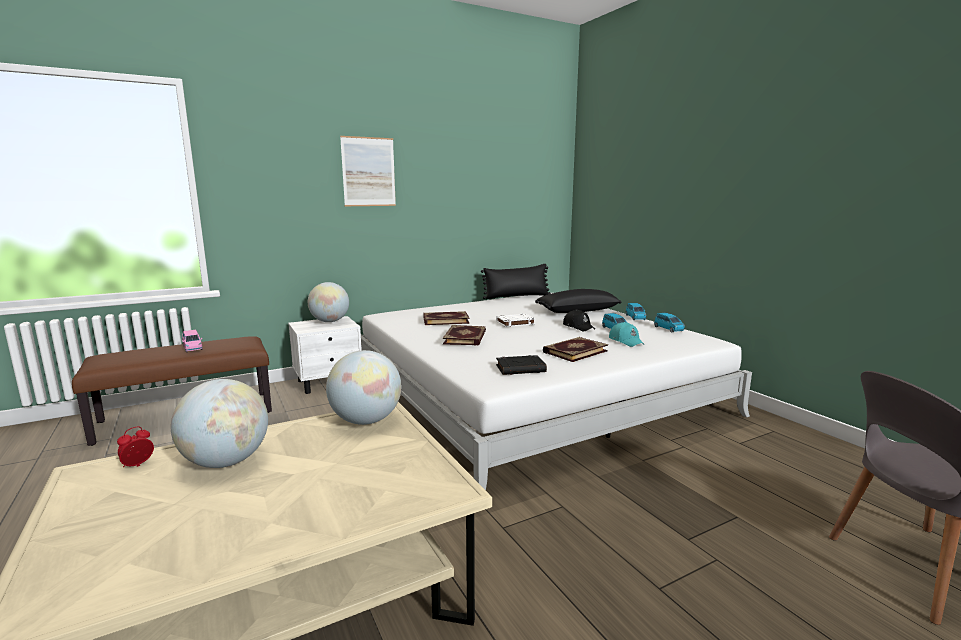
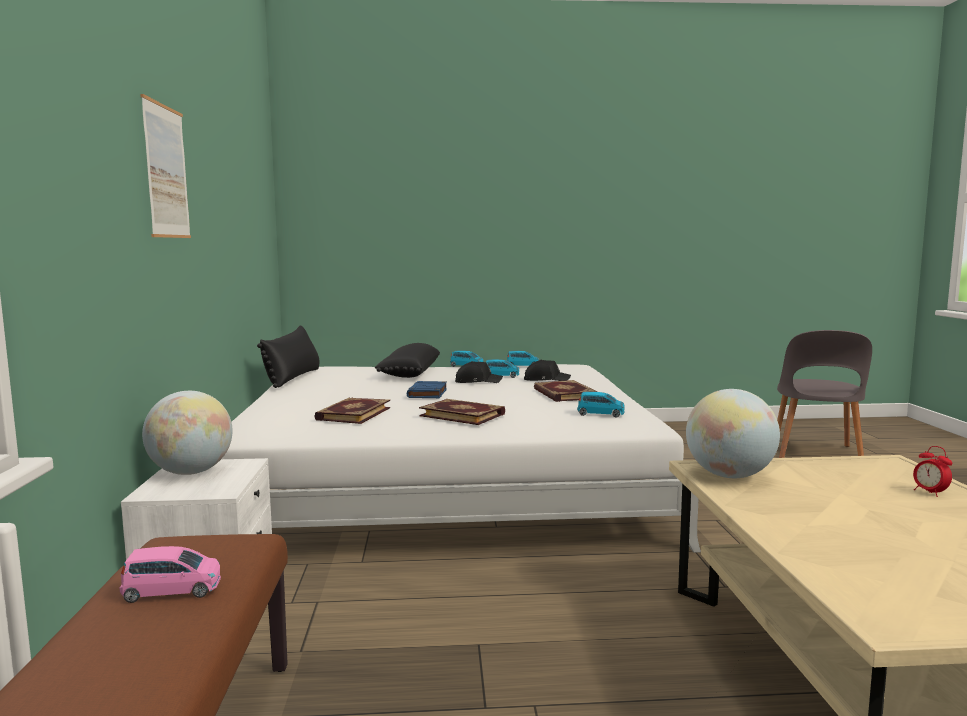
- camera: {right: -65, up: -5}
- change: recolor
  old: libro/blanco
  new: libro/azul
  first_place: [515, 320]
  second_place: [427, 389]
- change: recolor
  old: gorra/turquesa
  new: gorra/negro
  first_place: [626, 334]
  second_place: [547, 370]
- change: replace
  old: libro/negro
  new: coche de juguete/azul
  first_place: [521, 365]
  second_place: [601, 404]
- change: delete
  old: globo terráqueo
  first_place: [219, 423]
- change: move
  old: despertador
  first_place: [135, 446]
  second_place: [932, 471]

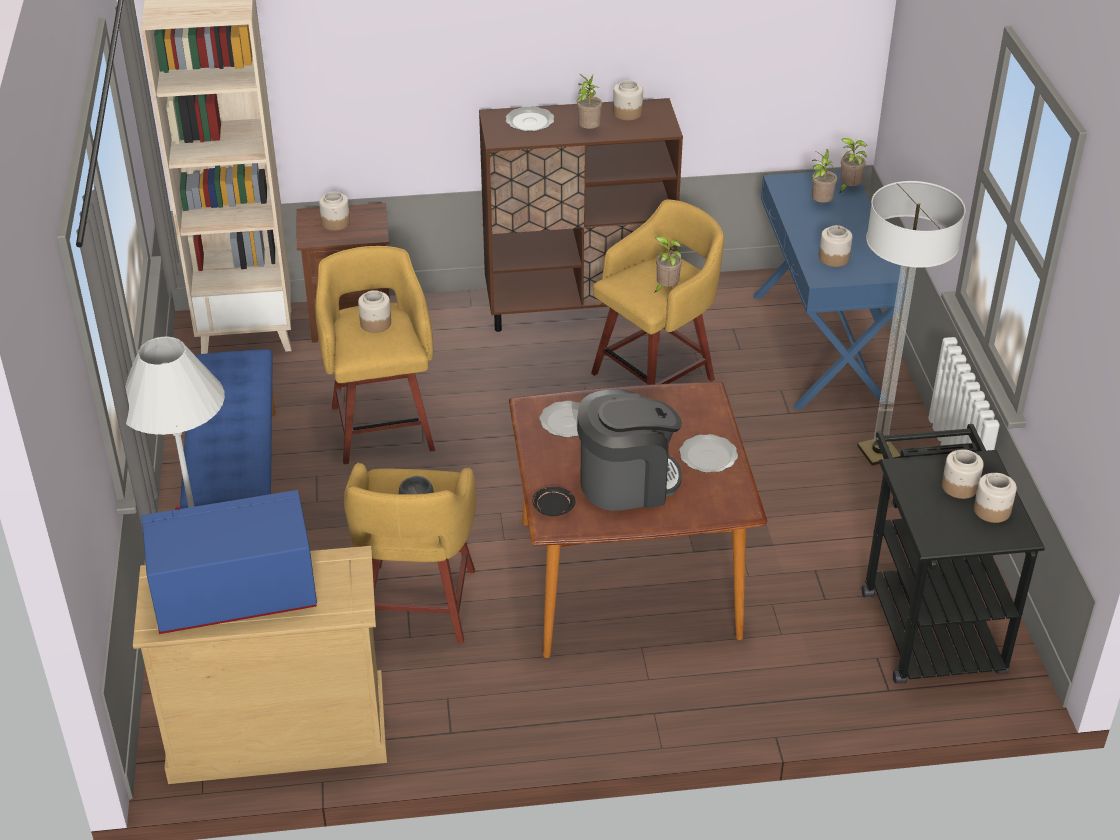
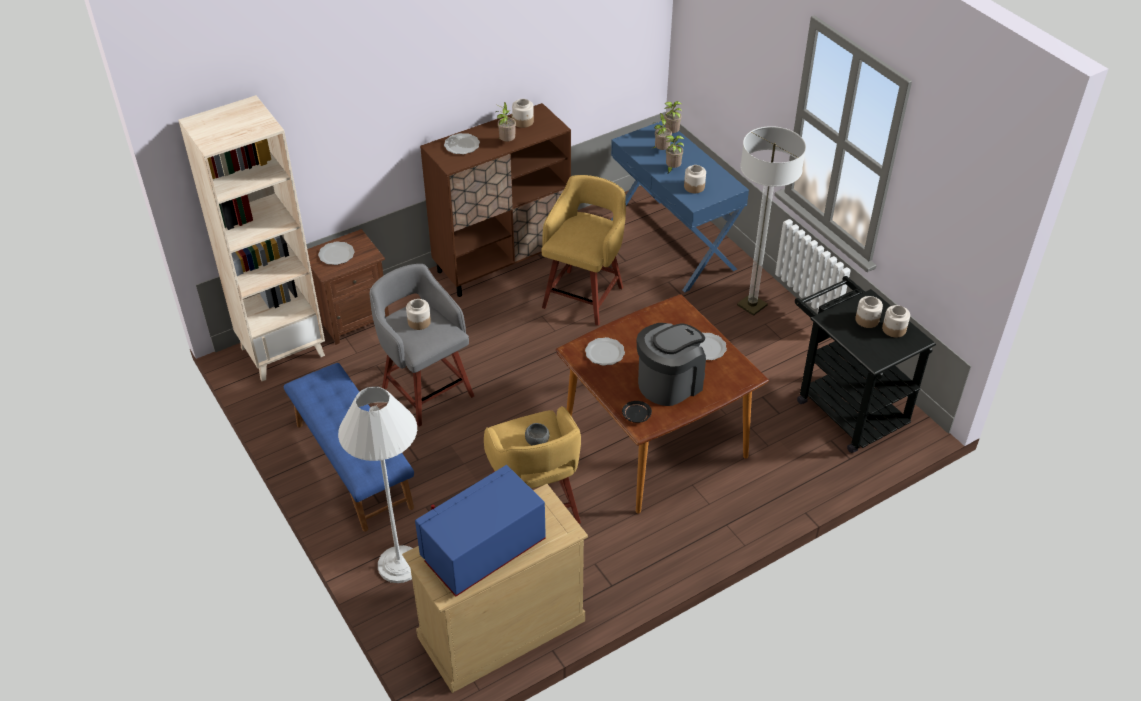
- camera: {right: -25, up: 5}
- change: replace
  old: tarro
  new: plato
  first_place: [334, 211]
  second_place: [336, 253]
- change: move
  old: planta en maceta
  first_place: [668, 264]
  second_place: [675, 154]
- change: recolor
  old: taburete/amarillo
  new: taburete/gris
  first_place: [375, 355]
  second_place: [421, 345]

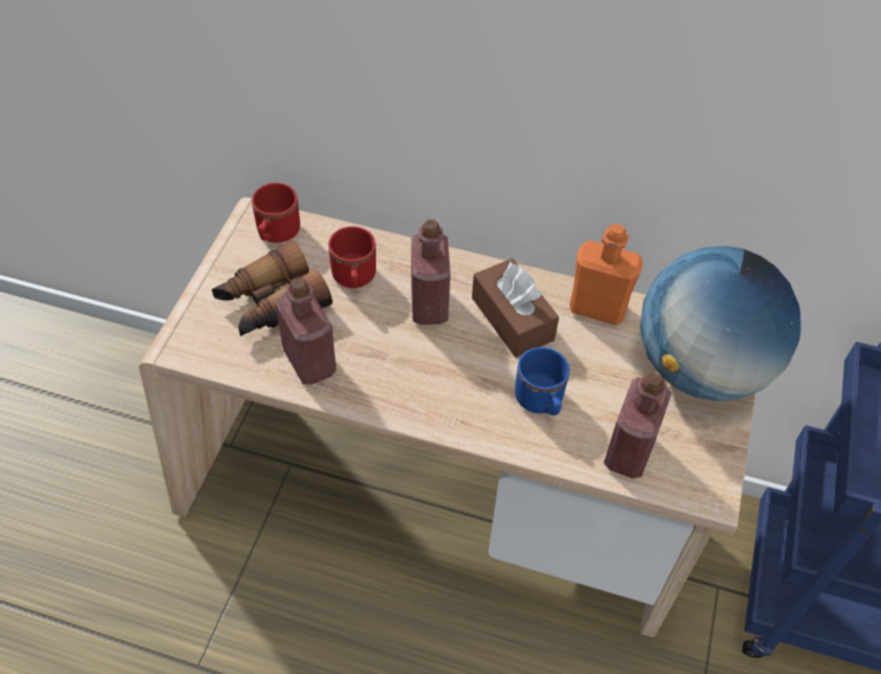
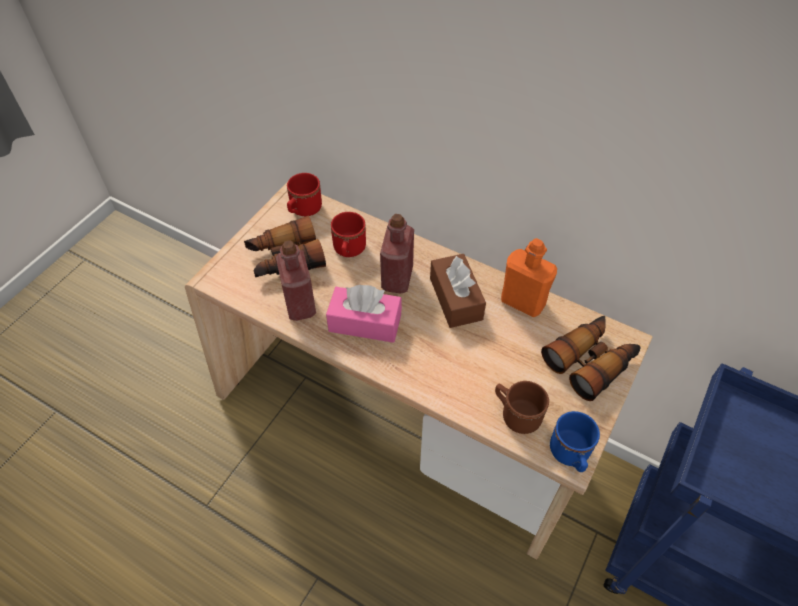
- camera: {right: 15, up: 0}
- change: replace
  old: globo terráqueo
  new: prismáticos
  first_place: [720, 323]
  second_place: [591, 358]
- change: move
  old: taza grande/azul
  first_place: [542, 381]
  second_place: [575, 441]
- change: replace
  old: botella/rojo
  new: taza grande/marrón
  first_place: [638, 425]
  second_place: [522, 407]
- change: insert
  new: caja de pañuelos/rosa
  second_place: [364, 314]

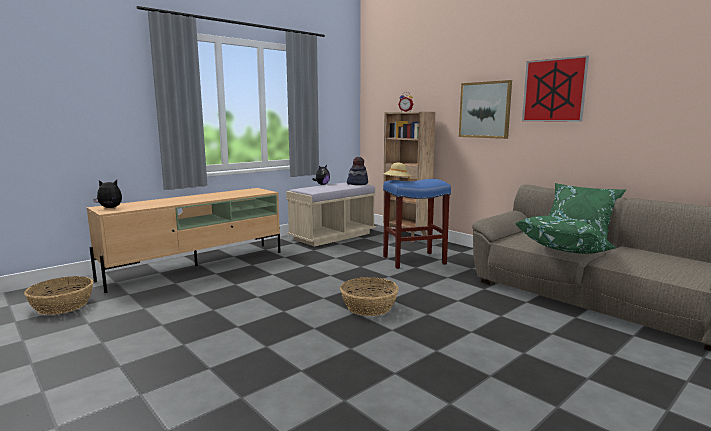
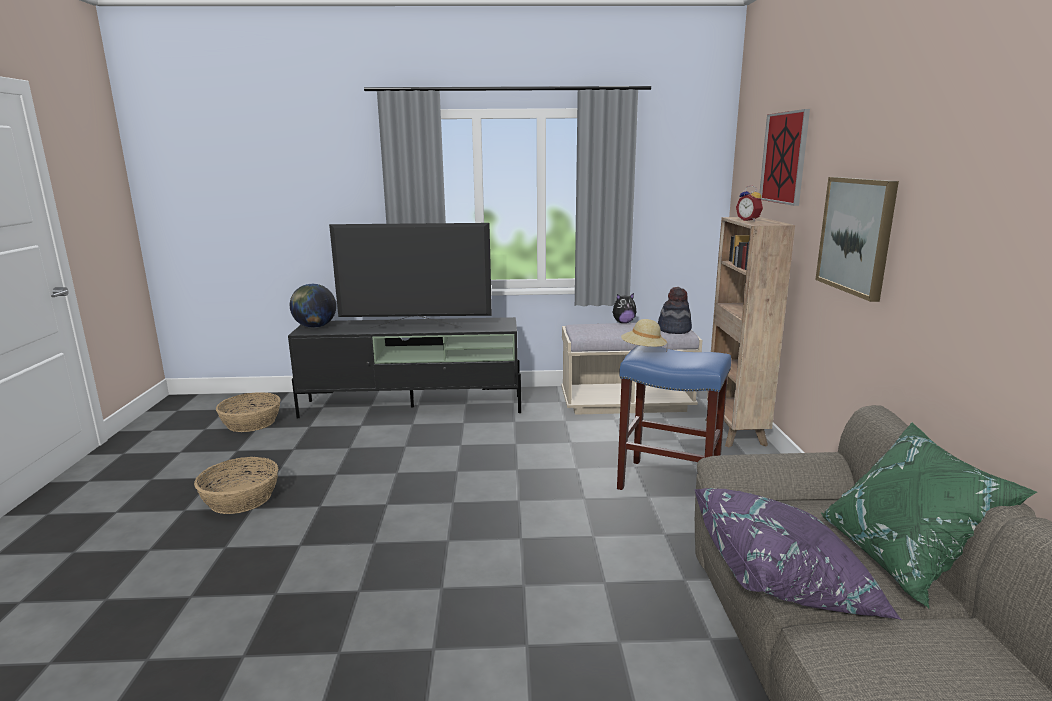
- camera: {right: 40, up: 5}
- change: move
  old: cuadro
  first_place: [555, 88]
  second_place: [785, 157]
- change: replace
  old: peluche
  new: globo terráqueo
  first_place: [107, 194]
  second_place: [313, 306]
- change: recolor
  old: mueble de televisión/beis
  new: mueble de televisión/negro
  first_place: [184, 240]
  second_place: [404, 368]
- change: recolor
  old: cojín/verde
  new: cojín/morado
  first_place: [565, 235]
  second_place: [798, 554]
- change: move
  old: cesta
  first_place: [369, 296]
  second_place: [236, 485]
- change: insert
  new: televisor
  second_place: [410, 276]

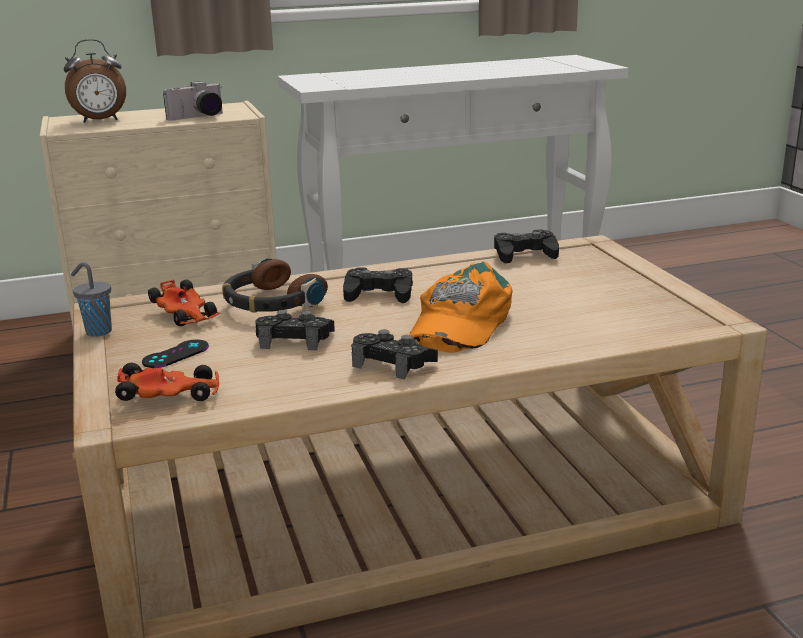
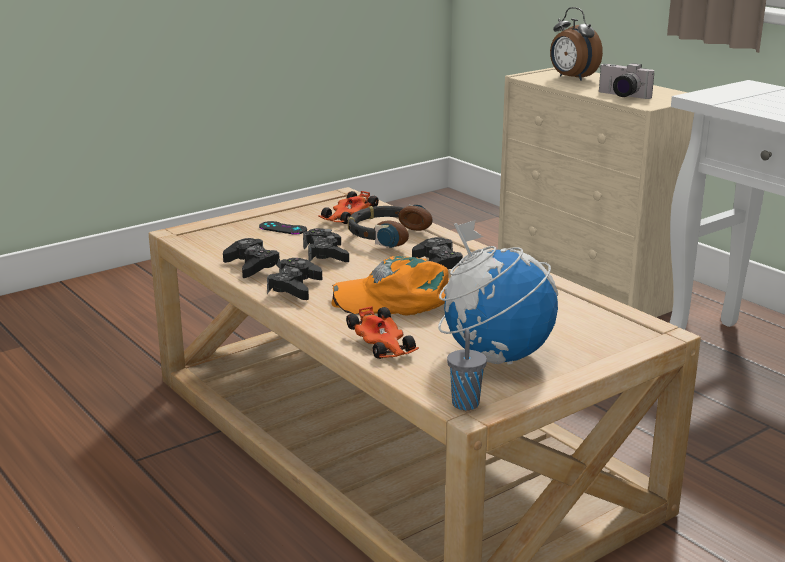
- camera: {right: 70, up: 0}
- change: move
  old: mando de consola/negro
  first_place: [526, 246]
  second_place: [251, 258]
- change: move
  old: taza/gris
  first_place: [91, 299]
  second_place: [467, 369]
- change: move
  old: coche de juguete
  first_place: [167, 382]
  second_place: [382, 332]
- change: insert
  new: globo terráqueo
  second_place: [498, 292]

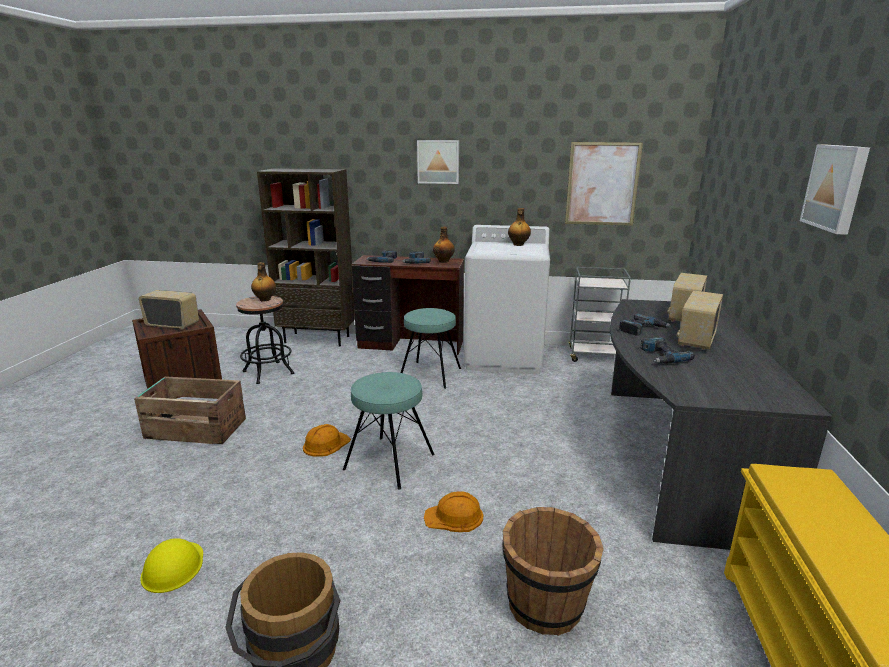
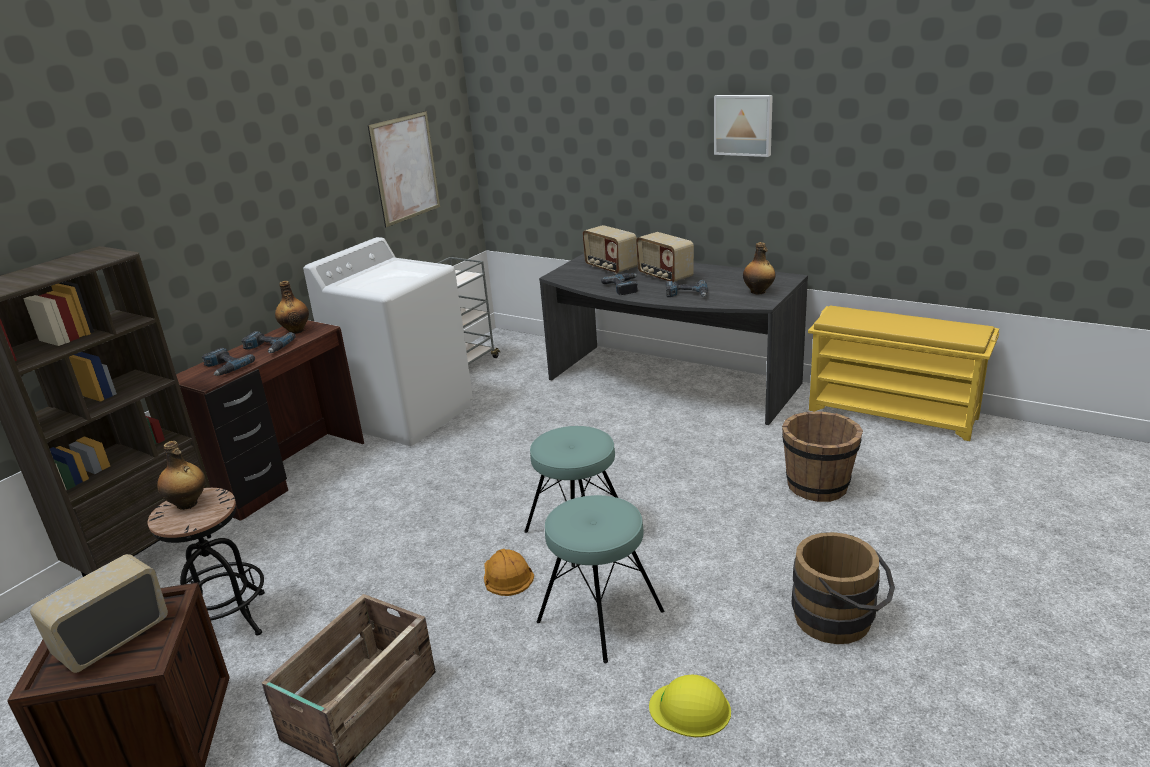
- camera: {right: -65, up: 5}
- change: delete
  old: cuadro
  first_place: [438, 162]
- change: move
  old: botella
  first_place: [519, 227]
  second_place: [759, 268]
- change: move
  old: taburete/turquesa
  first_place: [431, 348]
  second_place: [600, 579]
- change: delete
  old: casco/naranja
  first_place: [453, 511]

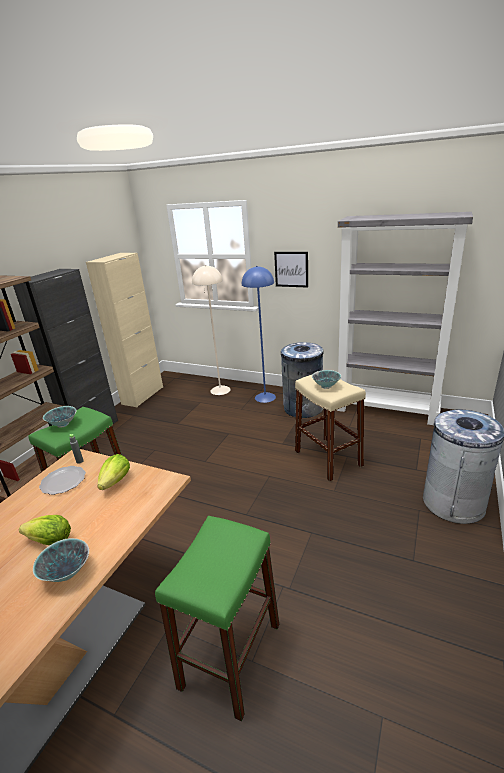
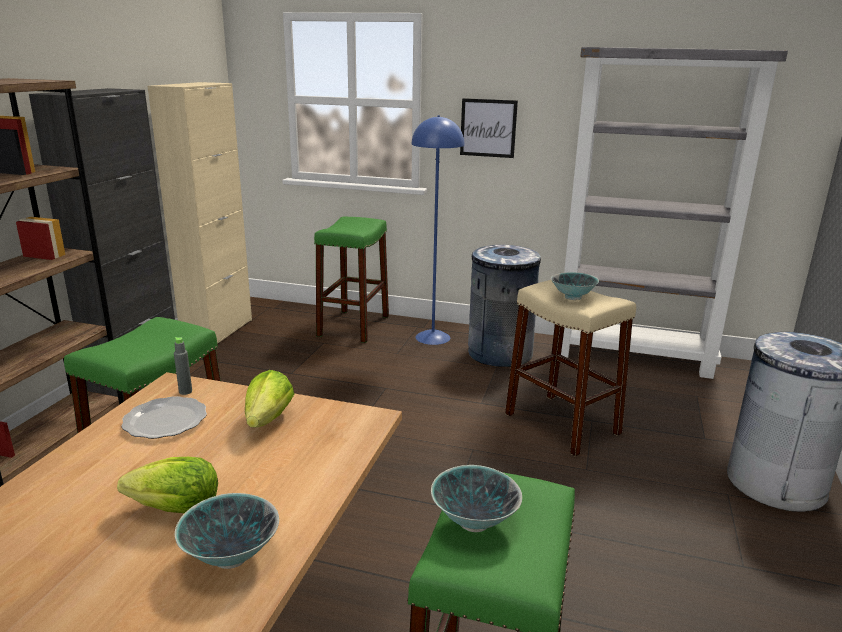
- camera: {right: -10, up: -5}
- change: replace
  old: lámpara de pie/beis
  new: taburete/verde
  first_place: [211, 330]
  second_place: [351, 280]
- change: move
  old: cuenco
  first_place: [60, 417]
  second_place: [476, 498]

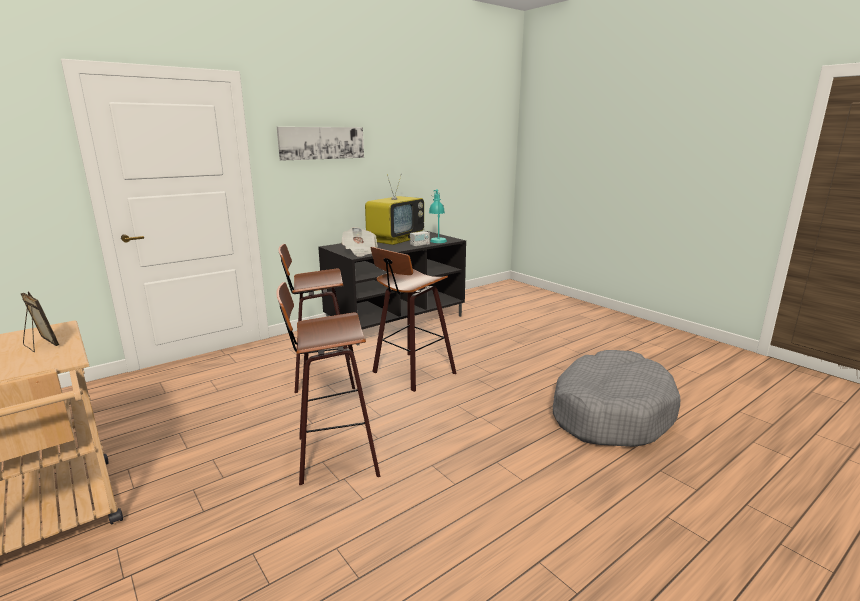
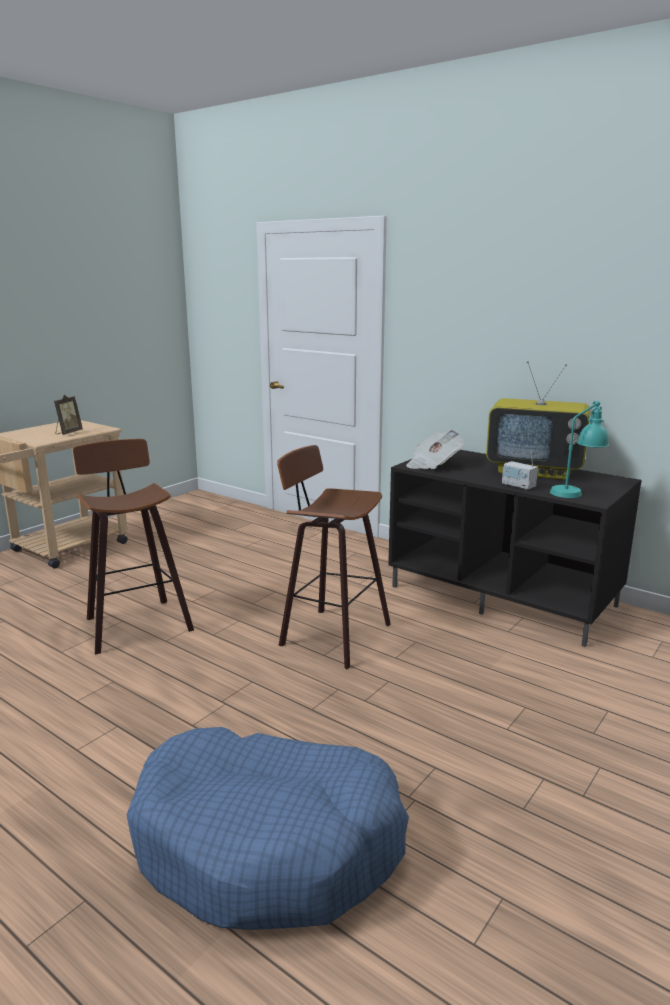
- camera: {right: 75, up: 0}
- change: delete
  old: cuadro
  first_place: [320, 144]
- change: delete
  old: taburete
  first_place: [316, 318]
- change: recolor
  old: cama para perro/gris
  new: cama para perro/azul
  first_place: [616, 398]
  second_place: [268, 828]

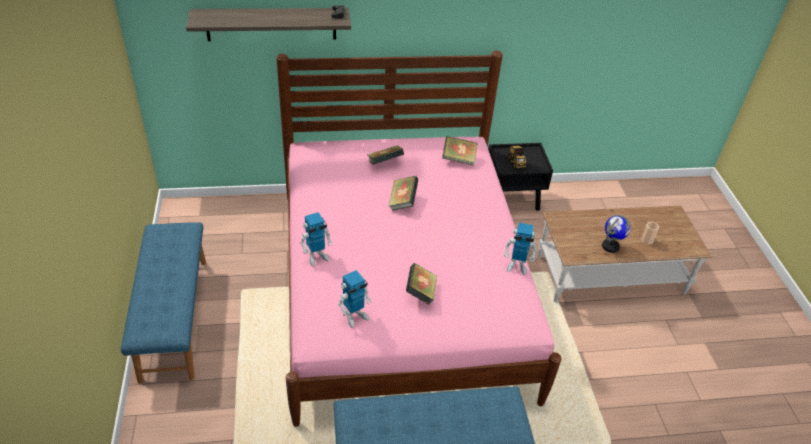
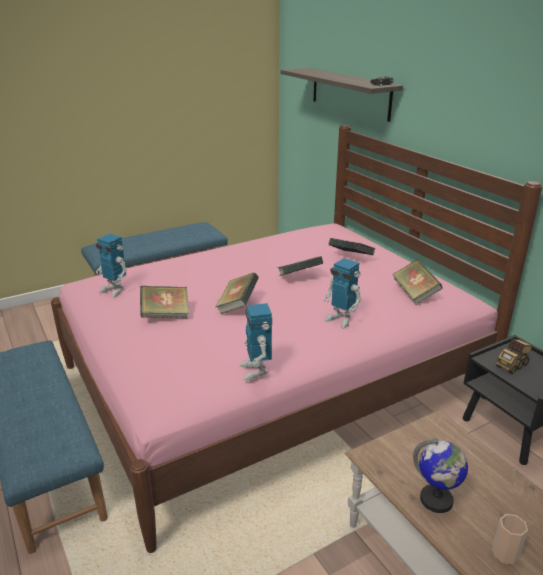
- camera: {right: 70, up: -15}
- change: move
  old: robot de juguete
  first_place: [316, 239]
  second_place: [343, 293]
- change: insert
  new: libro
  second_place: [237, 293]

